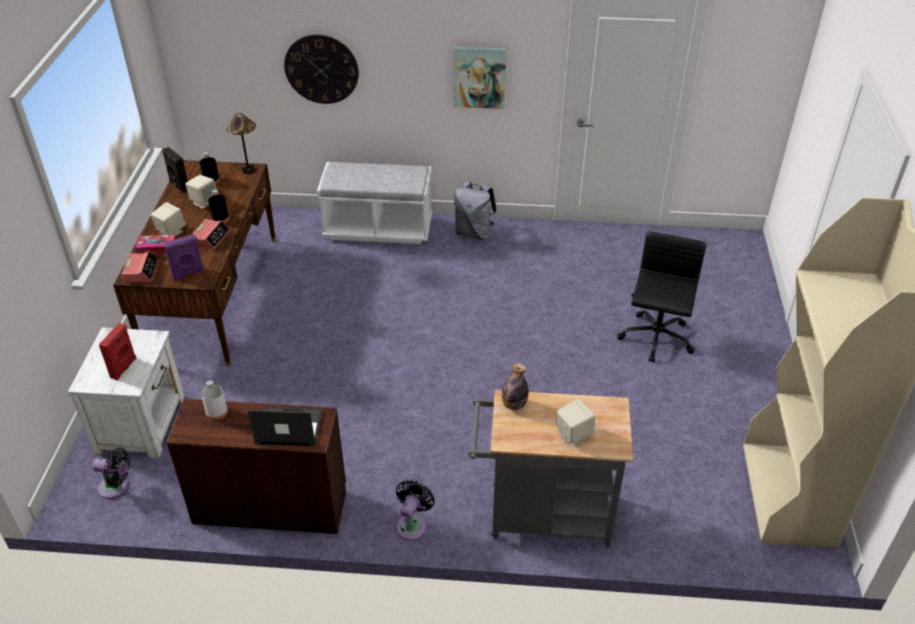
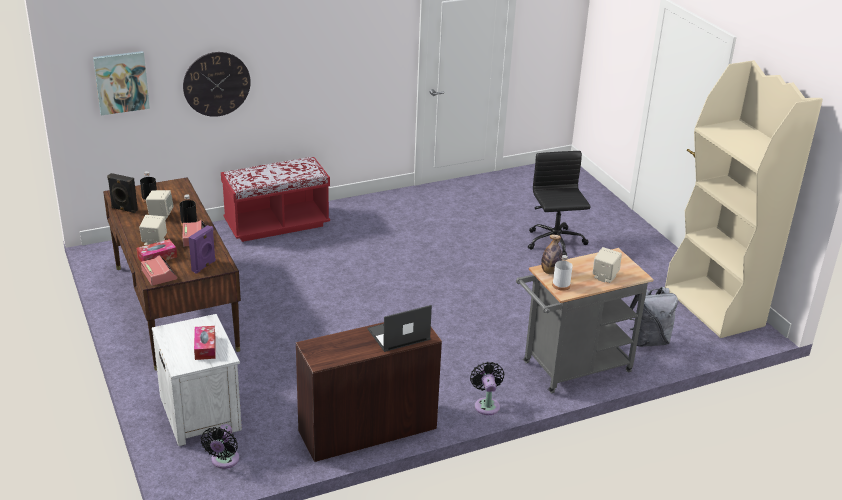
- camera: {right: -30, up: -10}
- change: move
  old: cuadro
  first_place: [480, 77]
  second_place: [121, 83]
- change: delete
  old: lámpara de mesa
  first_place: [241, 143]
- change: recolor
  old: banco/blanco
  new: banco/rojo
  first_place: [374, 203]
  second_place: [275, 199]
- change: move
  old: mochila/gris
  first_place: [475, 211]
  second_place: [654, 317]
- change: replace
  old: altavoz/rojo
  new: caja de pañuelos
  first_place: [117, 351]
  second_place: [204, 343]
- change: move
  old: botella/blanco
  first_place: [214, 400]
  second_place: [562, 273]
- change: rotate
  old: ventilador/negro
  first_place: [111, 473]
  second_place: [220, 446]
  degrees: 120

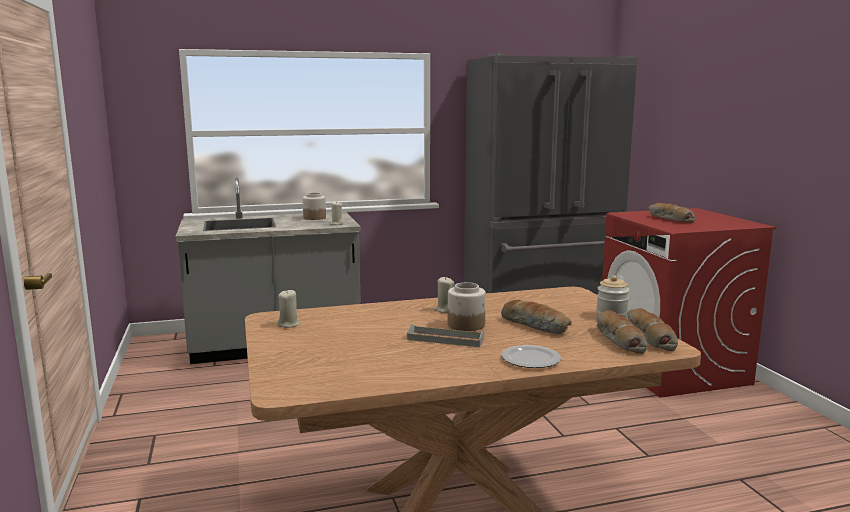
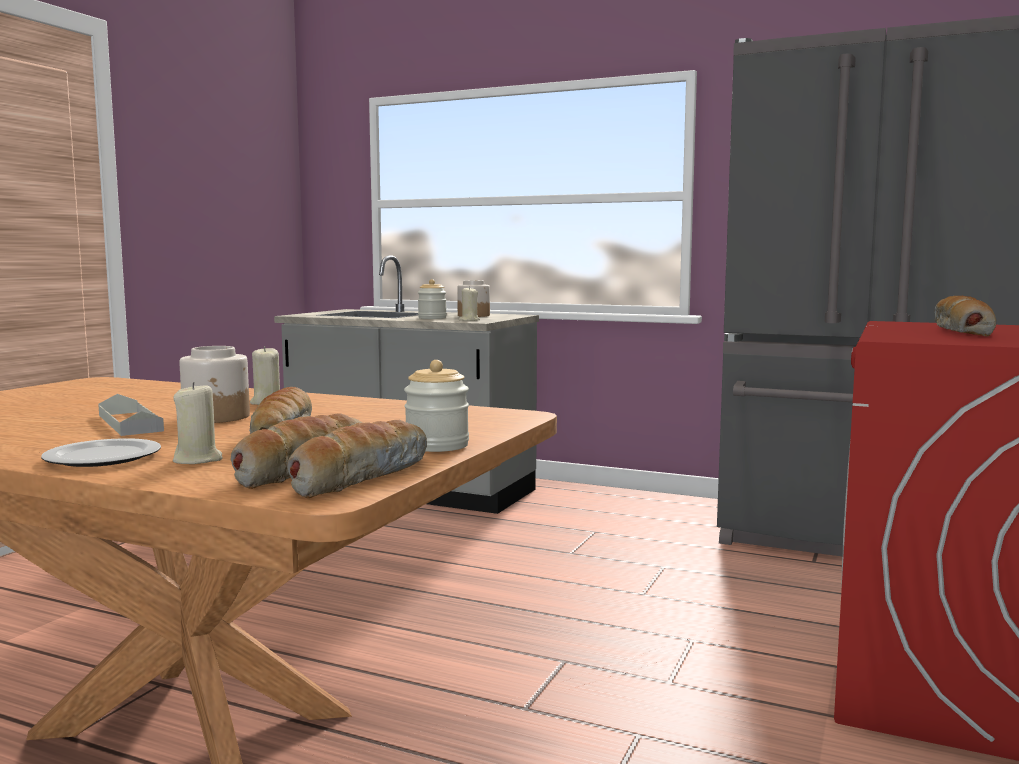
- camera: {right: 40, up: -5}
- change: move
  old: vela/beis
  first_place: [288, 308]
  second_place: [198, 423]
- change: insert
  new: tarro
  second_place: [432, 299]

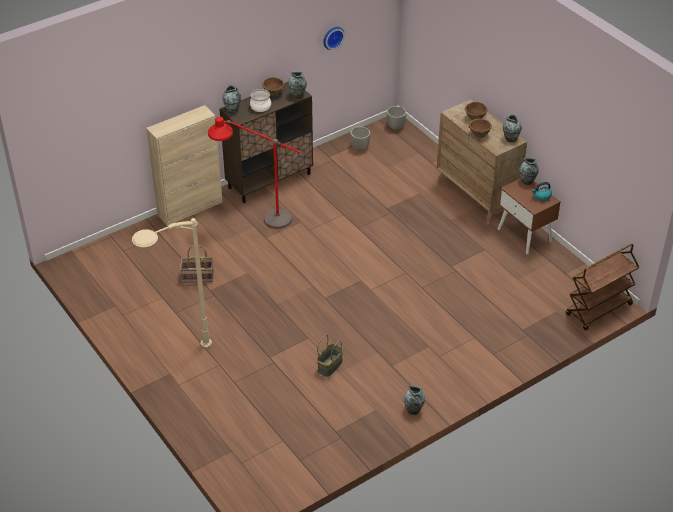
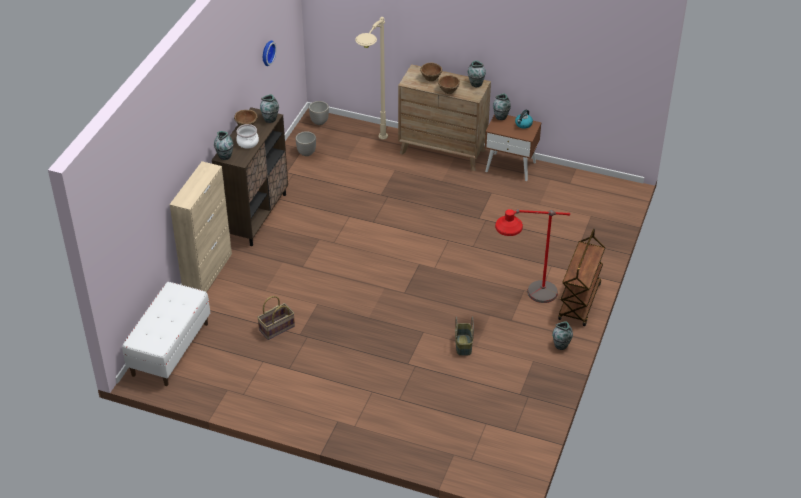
- camera: {right: -35, up: 0}
- change: move
  old: lámpara de pie/rojo
  first_place: [254, 172]
  second_place: [532, 256]
- change: move
  old: lámpara de pie/beis
  first_place: [172, 283]
  second_place: [371, 78]
- change: move
  old: carrito/marrón
  first_place: [602, 287]
  second_place: [582, 277]
- change: insert
  new: banco/blanco
  second_place: [166, 334]

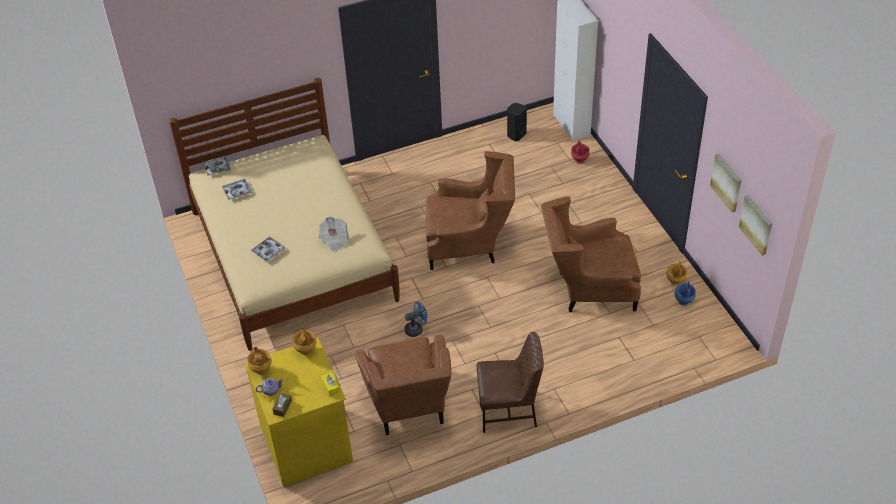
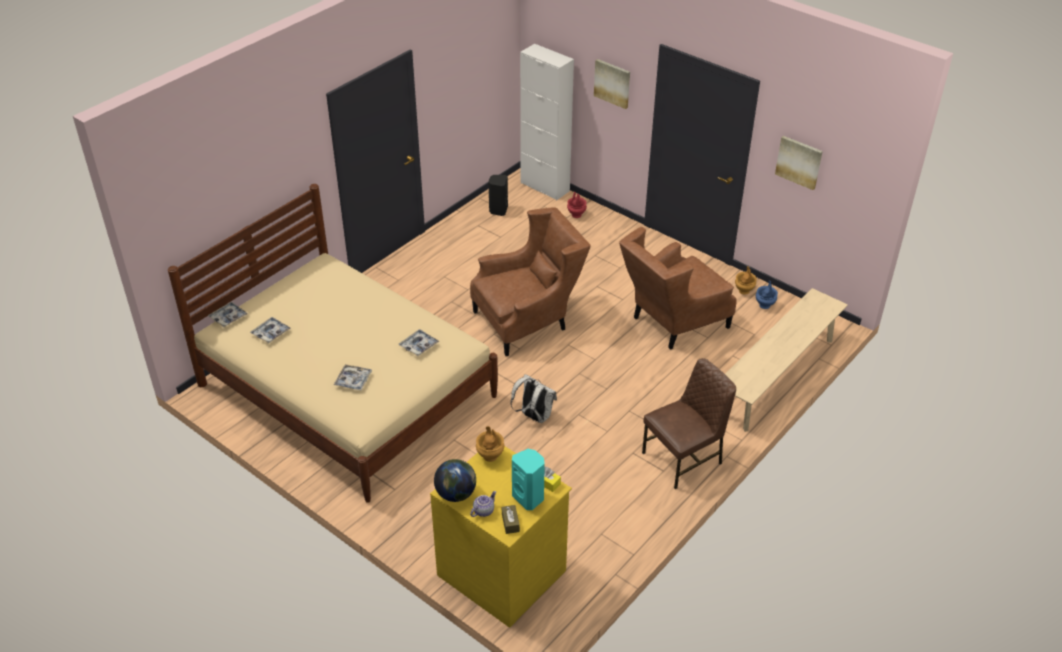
- camera: {right: -30, up: -5}
- change: move
  old: cuadro
  first_place: [755, 225]
  second_place: [612, 84]
- change: replace
  old: periódico
  new: bandeja
  first_place: [334, 234]
  second_place: [418, 343]
- change: replace
  old: ventilador/azul
  new: mochila/blanco
  first_place: [416, 319]
  second_place: [534, 398]
- change: delete
  old: sillón/marrón
  first_place: [403, 385]
- change: replace
  old: florero/marrón
  new: globo terráqueo
  first_place: [259, 361]
  second_place: [455, 480]
- change: insert
  new: banco/beis
  second_place: [786, 360]
- change: insert
  new: altavoz/turquesa
  second_place: [528, 479]

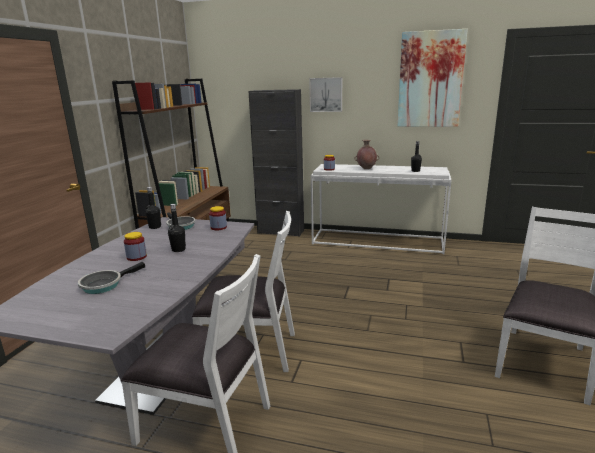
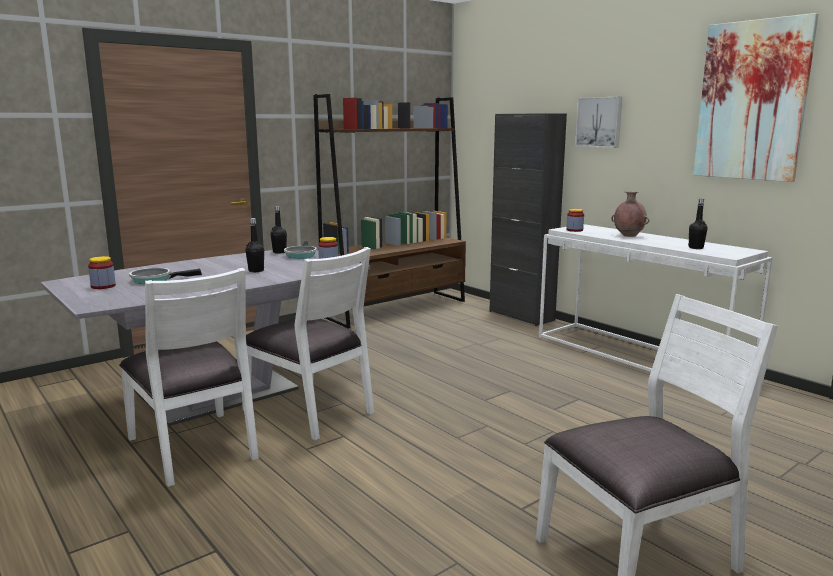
- camera: {right: 35, up: -5}
- change: move
  old: tarro
  first_place: [135, 246]
  second_place: [102, 272]

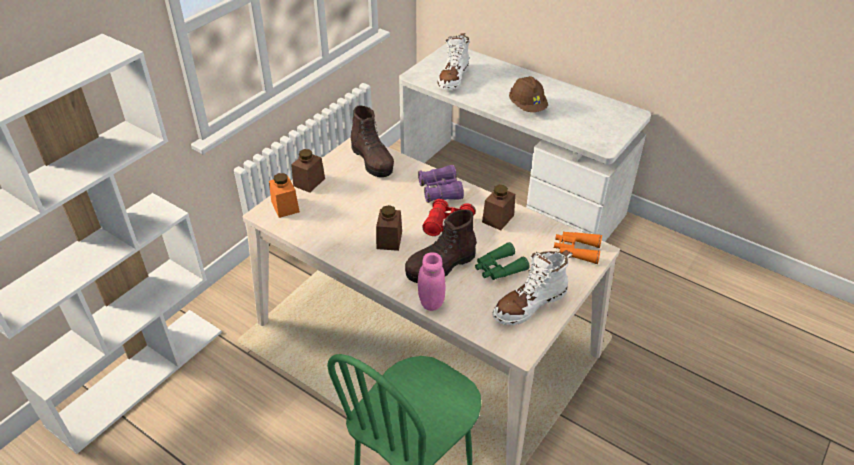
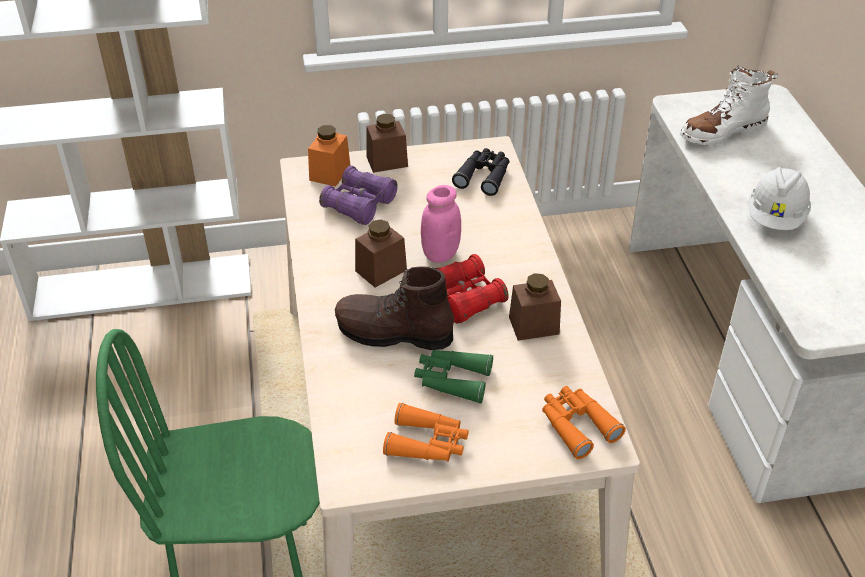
- camera: {right: 45, up: 0}
- change: recolor
  old: casco/marrón
  new: casco/blanco
  first_place: [528, 94]
  second_place: [780, 198]
- change: replace
  old: bota/marrón
  new: prismáticos/negro
  first_place: [372, 141]
  second_place: [480, 172]
- change: move
  old: prismáticos/morado
  first_place: [441, 184]
  second_place: [358, 195]
- change: replace
  old: bota/blanco
  new: prismáticos/naranja
  first_place: [532, 287]
  second_place: [426, 432]
- change: move
  old: tarro/rosa
  first_place: [431, 281]
  second_place: [441, 224]

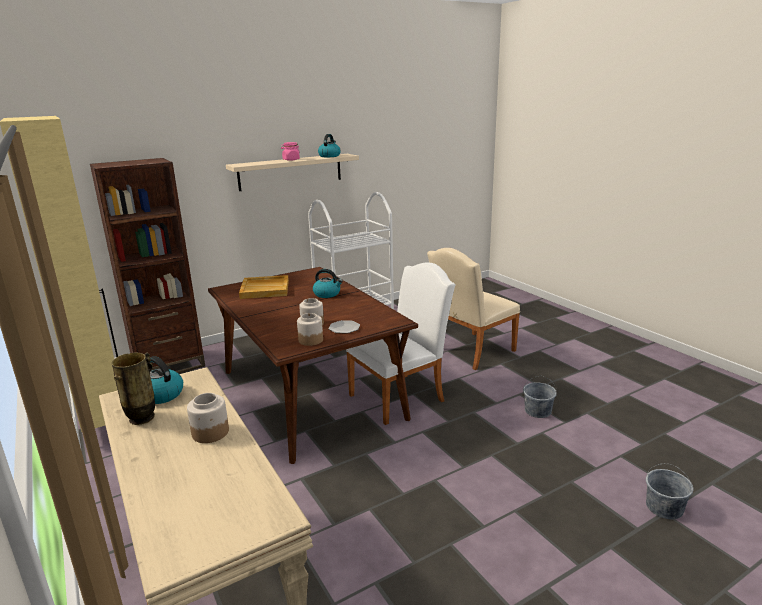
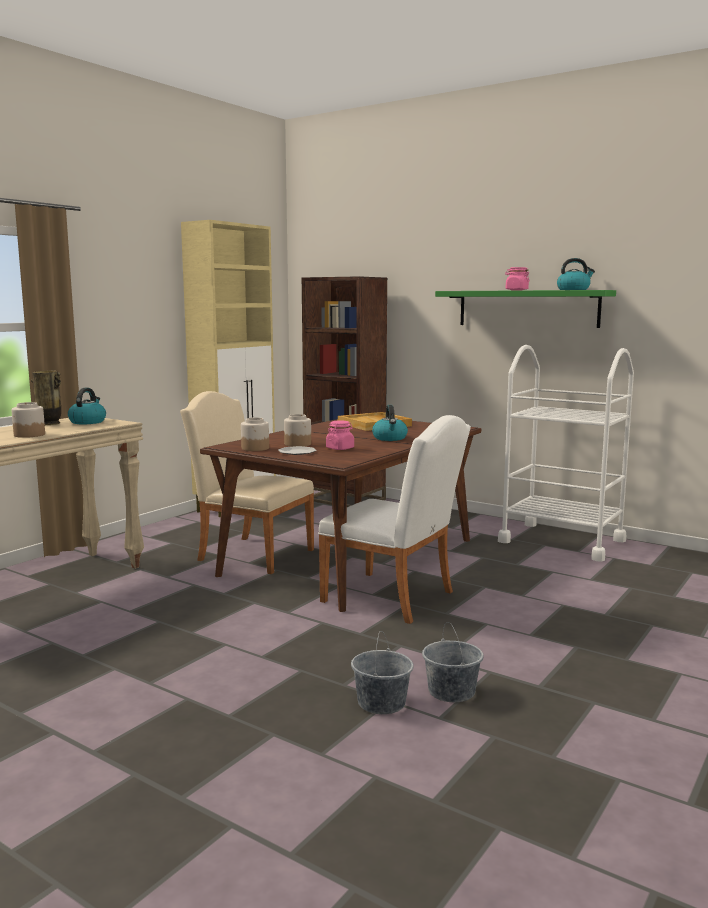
- camera: {right: 65, up: -10}
- change: recolor
  old: estante/beis
  new: estante/verde
  first_place: [292, 172]
  second_place: [525, 309]
- change: move
  old: silla/beis
  first_place: [473, 309]
  second_place: [247, 482]
- change: move
  old: cubo/gris
  first_place: [670, 491]
  second_place: [382, 672]
- change: insert
  new: tarro/rosa
  second_place: [340, 435]

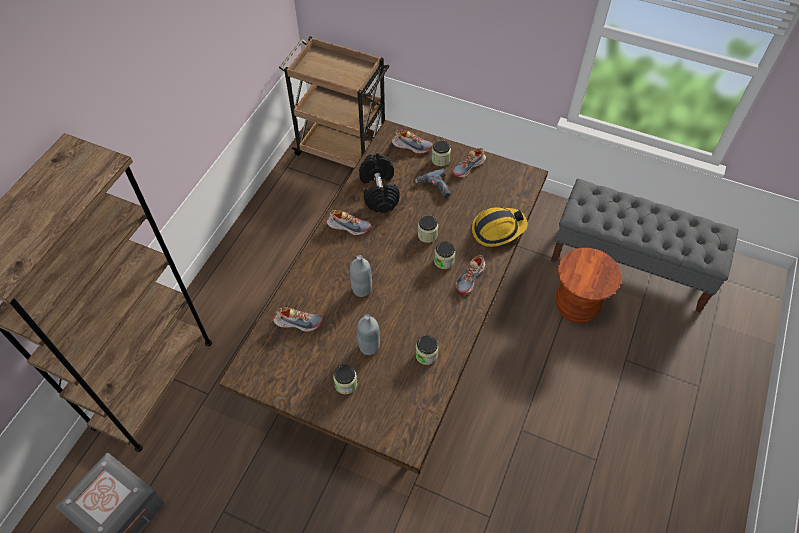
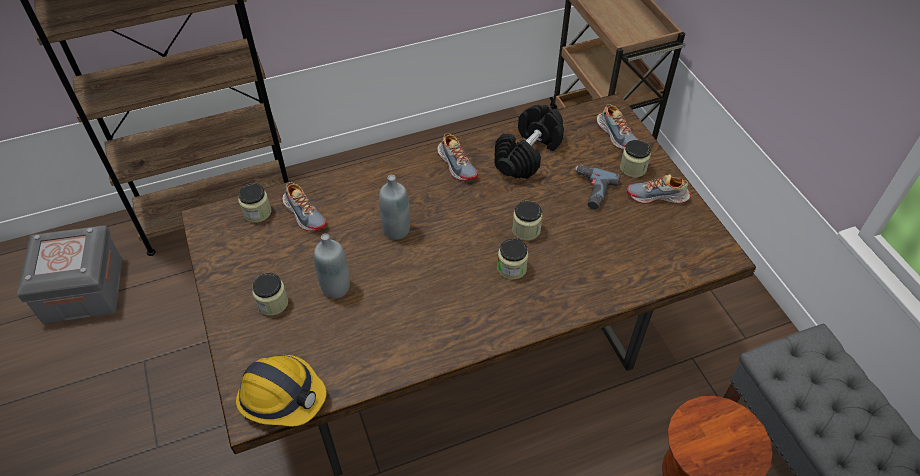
- camera: {right: 45, up: -5}
- change: move
  old: casco
  first_place: [500, 227]
  second_place: [281, 391]
- change: delete
  old: zapato
  first_place: [470, 274]
- change: move
  old: tarro
  first_place: [427, 350]
  second_place: [254, 203]

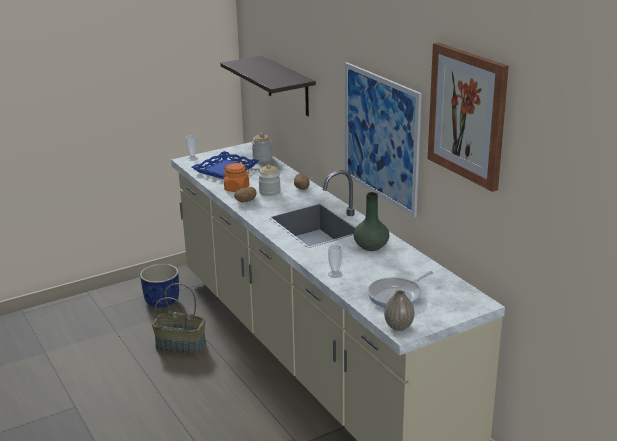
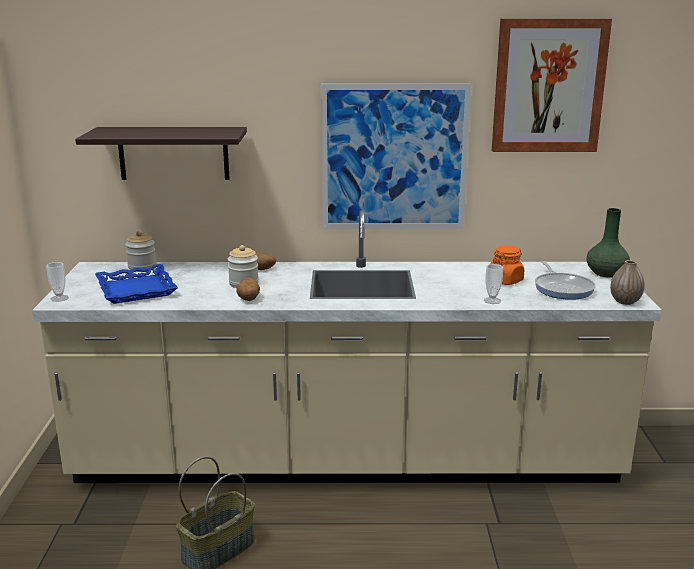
- camera: {right: -60, up: -5}
- change: move
  old: tarro/naranja
  first_place: [236, 177]
  second_place: [507, 265]
- change: move
  old: florero/verde
  first_place: [371, 221]
  second_place: [608, 243]
- change: delete
  old: maceta/azul
  first_place: [159, 286]

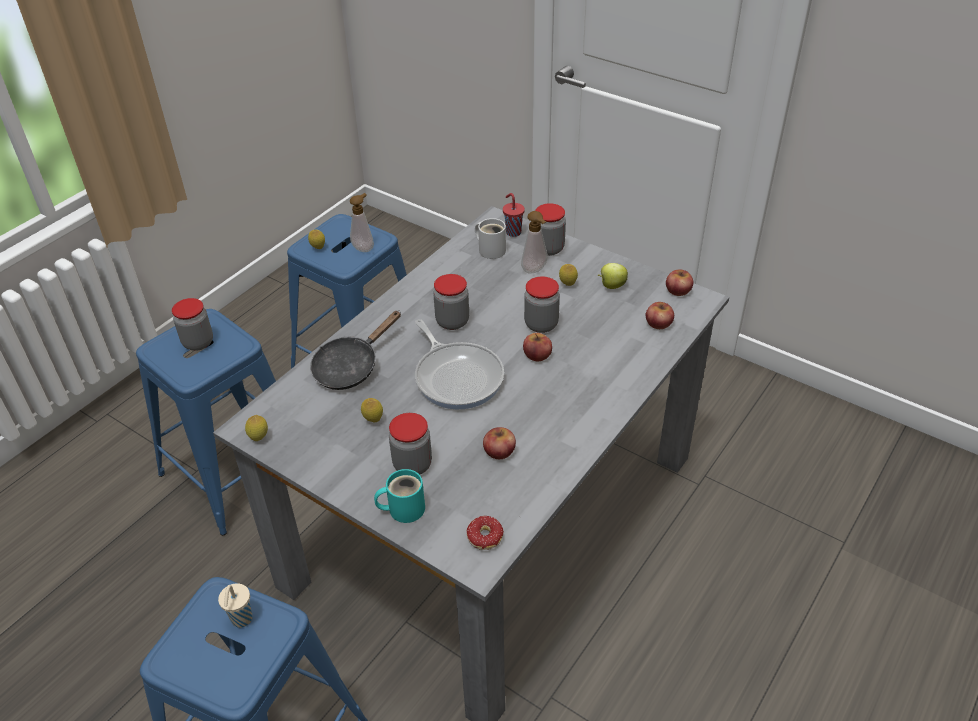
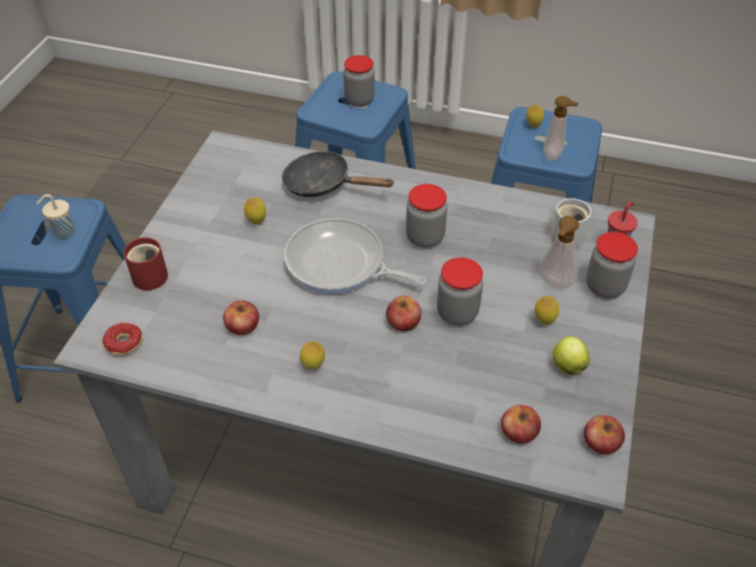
- camera: {right: 70, up: 5}
- change: rotate
  old: sartén
  first_place: [459, 364]
  second_place: [355, 256]
  degrees: 75
- change: delete
  old: tarro
  first_place: [410, 444]
- change: move
  old: limón
  first_place: [256, 428]
  second_place: [312, 355]
- change: recolor
  old: taza grande/turquesa
  new: taza grande/rojo
  first_place: [399, 496]
  second_place: [146, 263]

